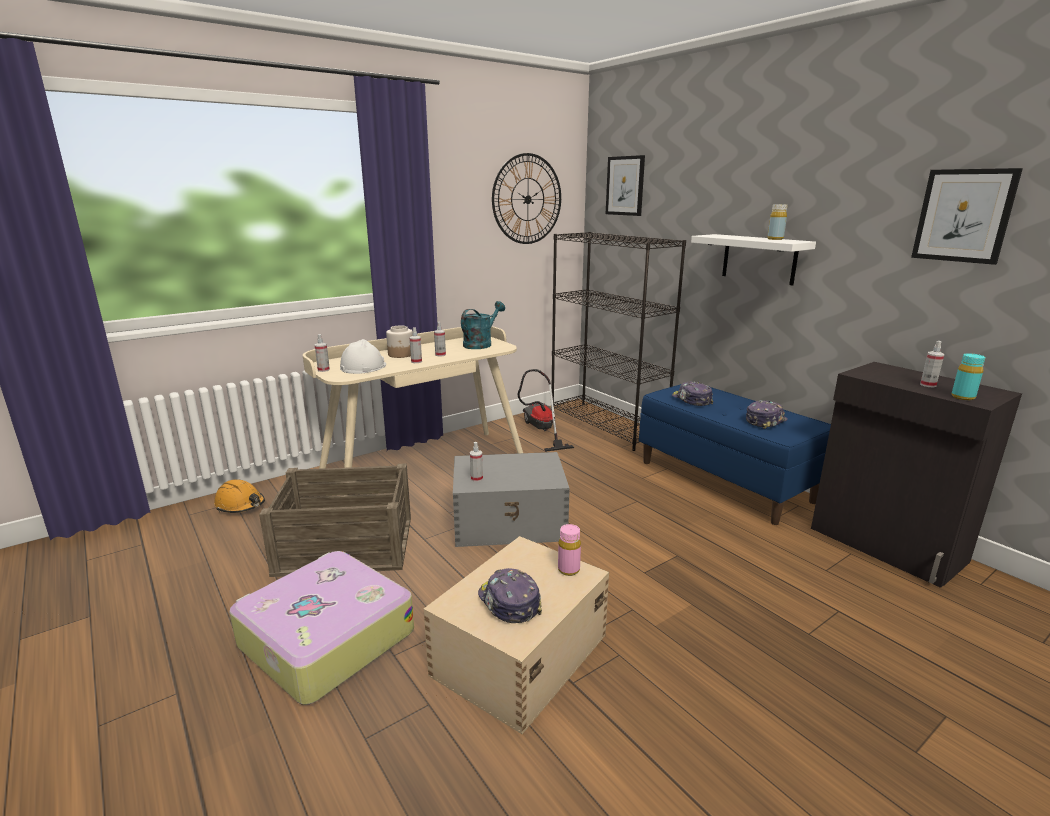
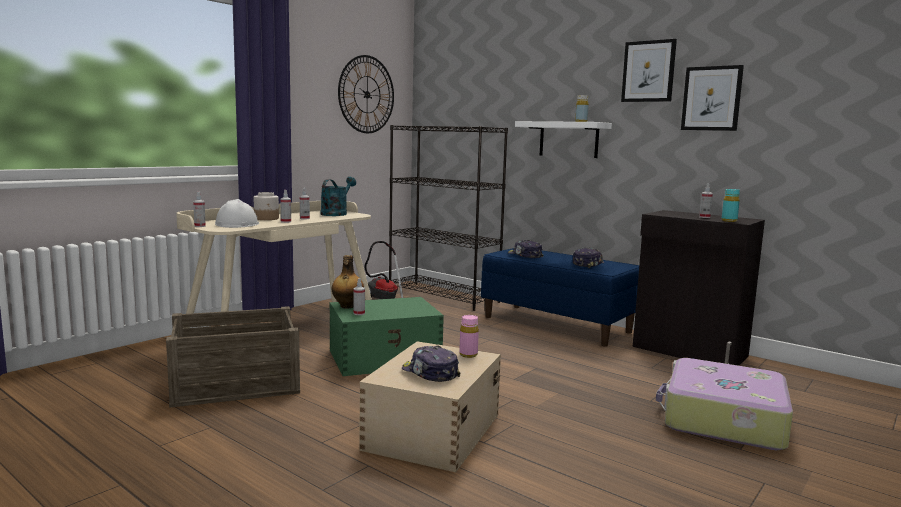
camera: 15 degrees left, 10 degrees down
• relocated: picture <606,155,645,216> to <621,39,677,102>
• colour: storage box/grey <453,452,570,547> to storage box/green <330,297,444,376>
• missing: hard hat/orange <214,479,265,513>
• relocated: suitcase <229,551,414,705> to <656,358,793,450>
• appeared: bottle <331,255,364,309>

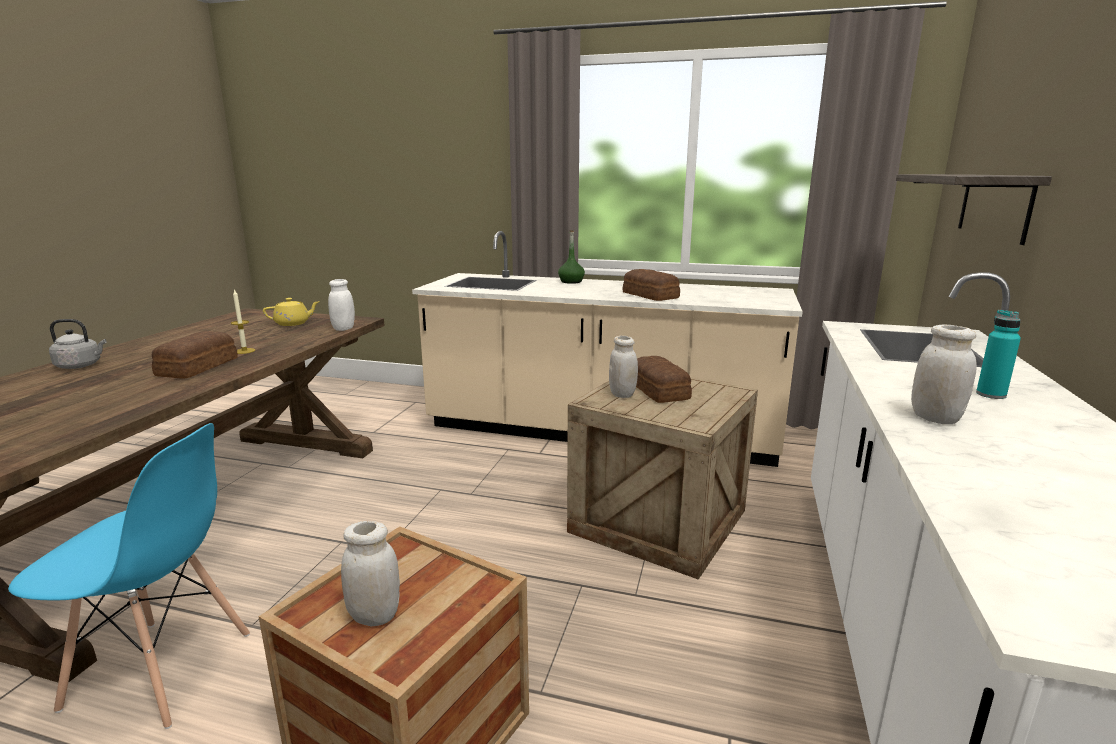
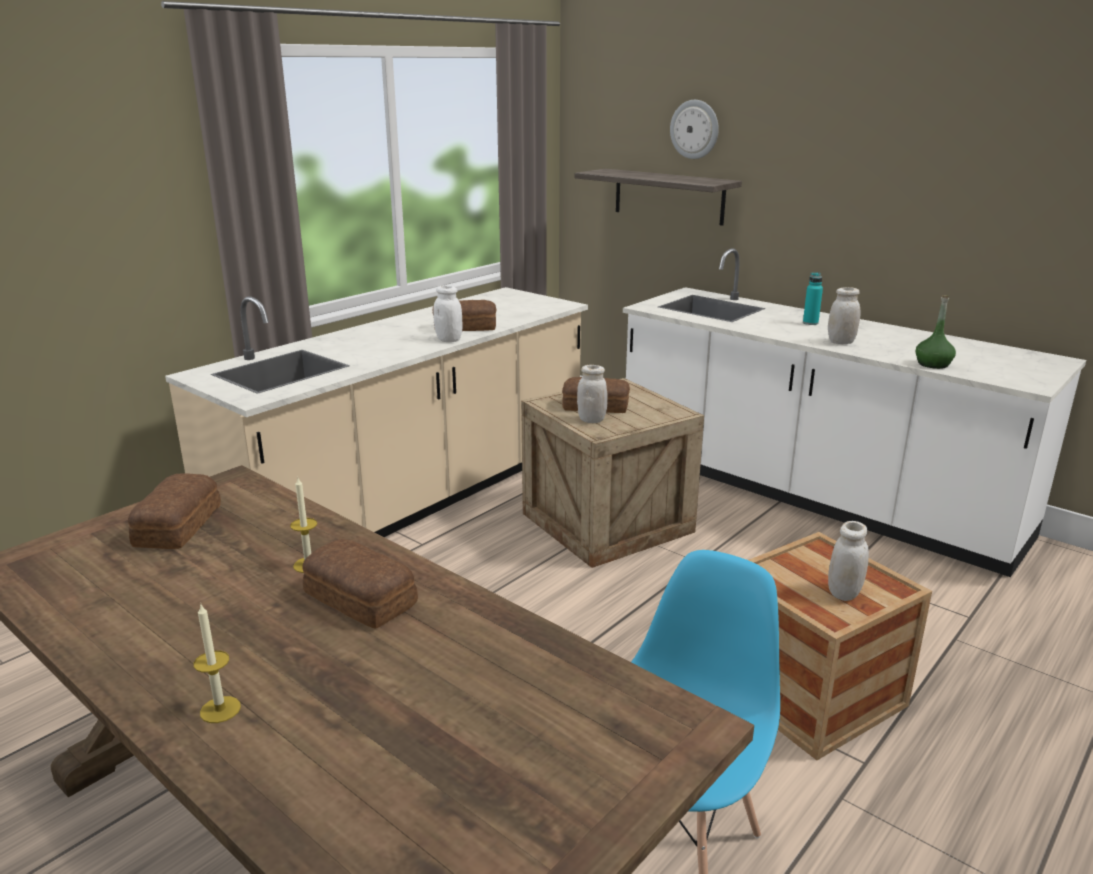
camera: 65 degrees left, 5 degrees up
• relocated: bottle/green <558,230,585,284> to <916,295,956,369>
• relocated: jar/white <328,279,355,331> to <433,285,462,342>
• exchanged: teapot/yellow <263,298,320,326> to bread <128,473,221,549>
• exchanged: kettle/grey <49,319,106,369> to candle <194,605,241,723>
• appeared: wall clock <670,100,719,159>

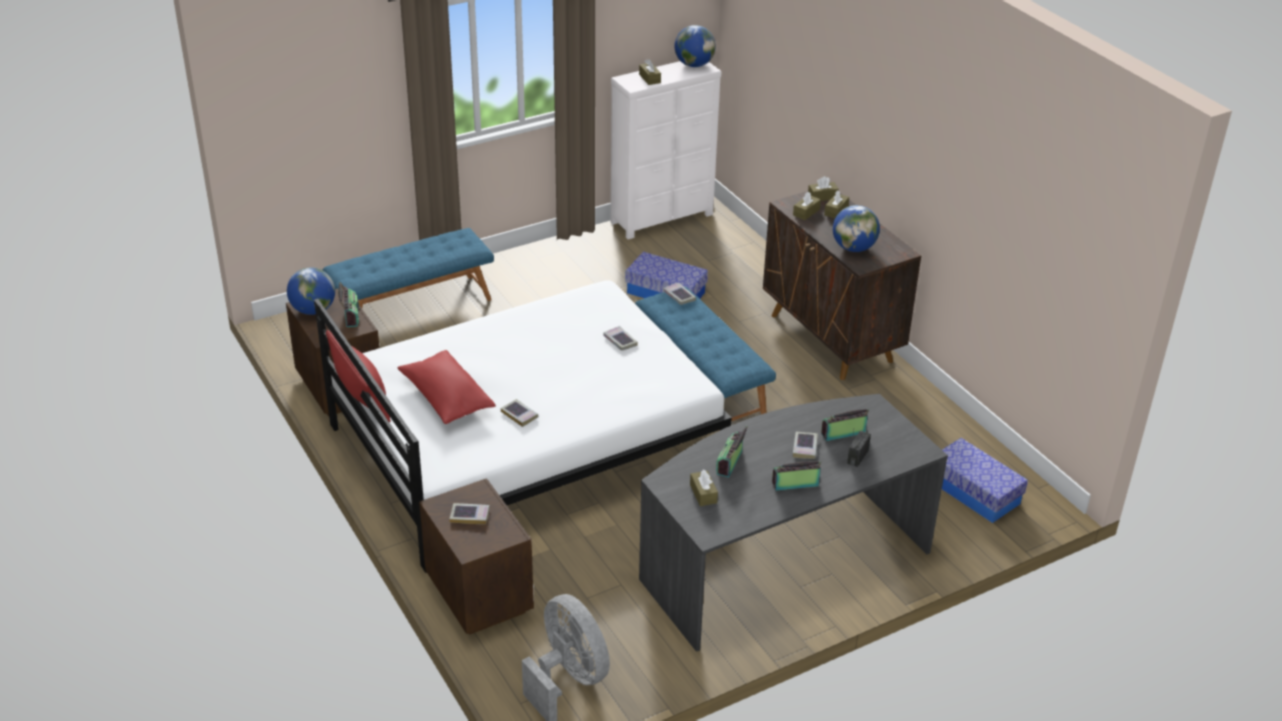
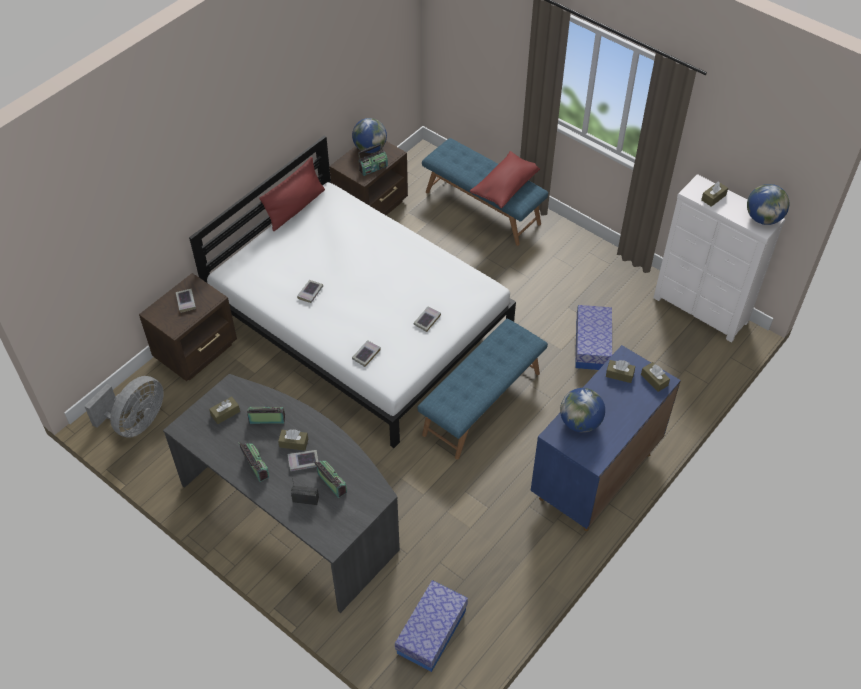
camera: 70 degrees right, 15 degrees up
• relocated: tissue box/brown <824,190,849,218> to <278,429,308,451>
• colour: cabinet/brown <763,191,921,380> to cabinet/blue <530,345,681,531>
• relocated: book <663,282,696,305> to <352,340,381,367>
• relocated: pillow/red <397,350,496,424> to <470,151,540,209>

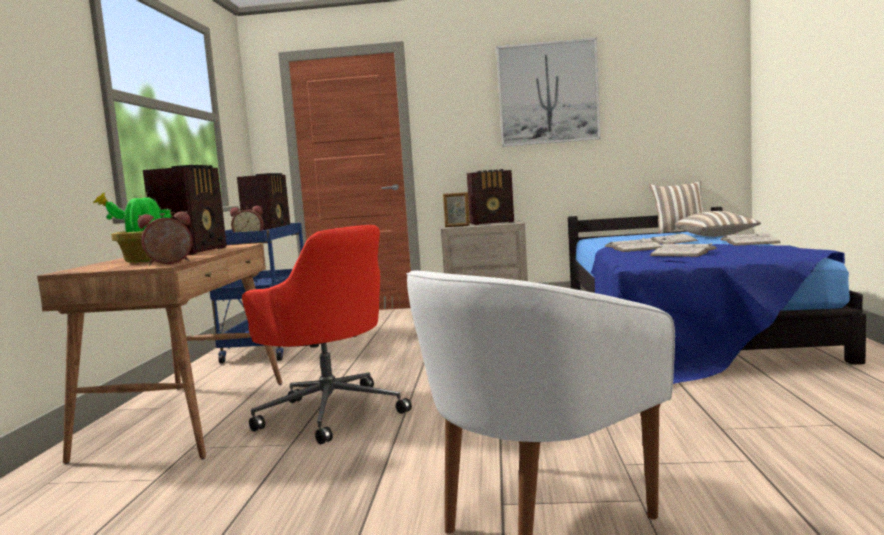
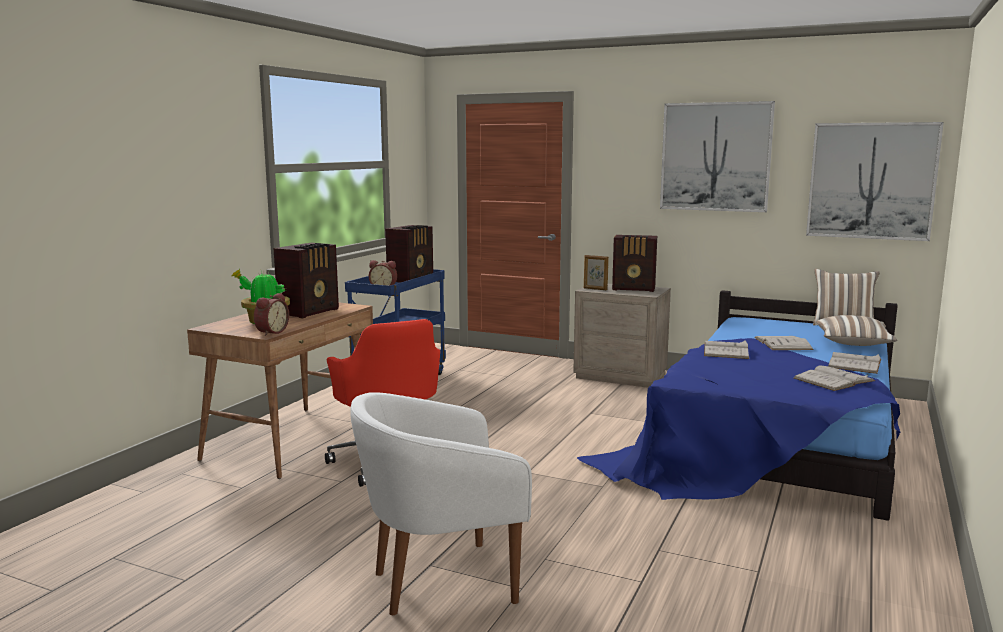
camera: 20 degrees right, 5 degrees up
• spun: alarm clock <138,211,192,265> = <254,293,289,336> 120 degrees clockwise
• relocated: book/white <650,242,717,257> to <794,366,875,391>
• appeared: picture <806,122,944,241>

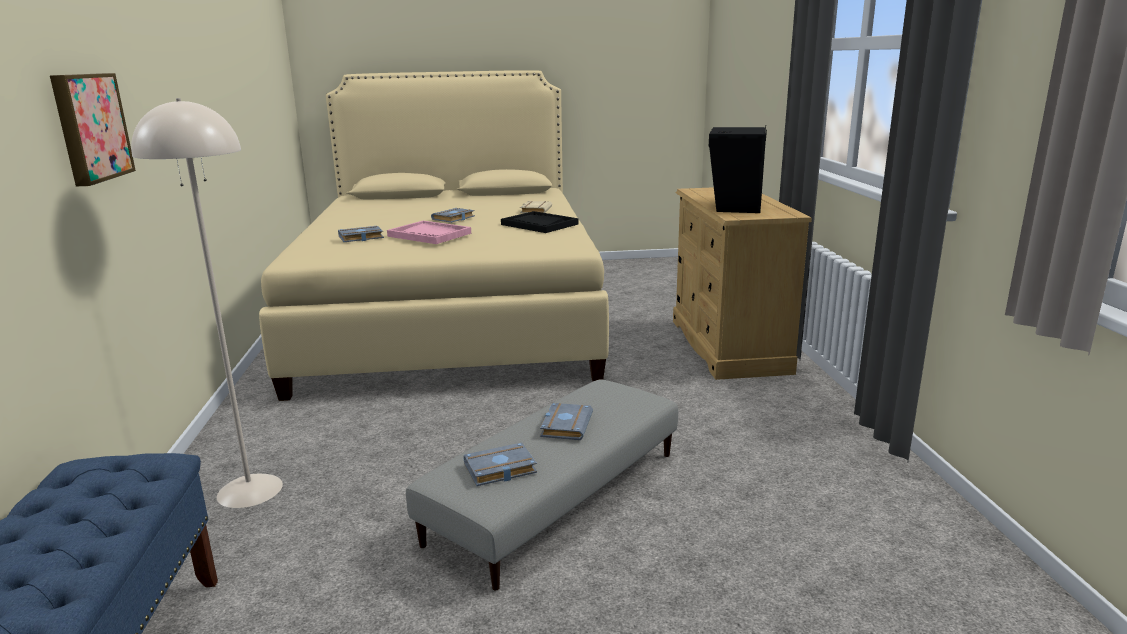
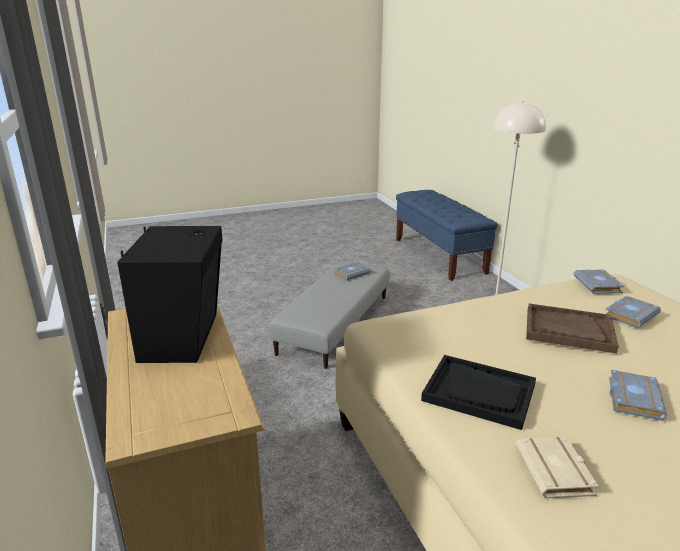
camera: 165 degrees right, 5 degrees up
• missing: picture <50,73,136,186>
• colour: tray/pink <387,221,471,244> to tray/brown <526,303,619,354>
• relocated: book/grey <540,403,593,440> to <574,269,624,294>

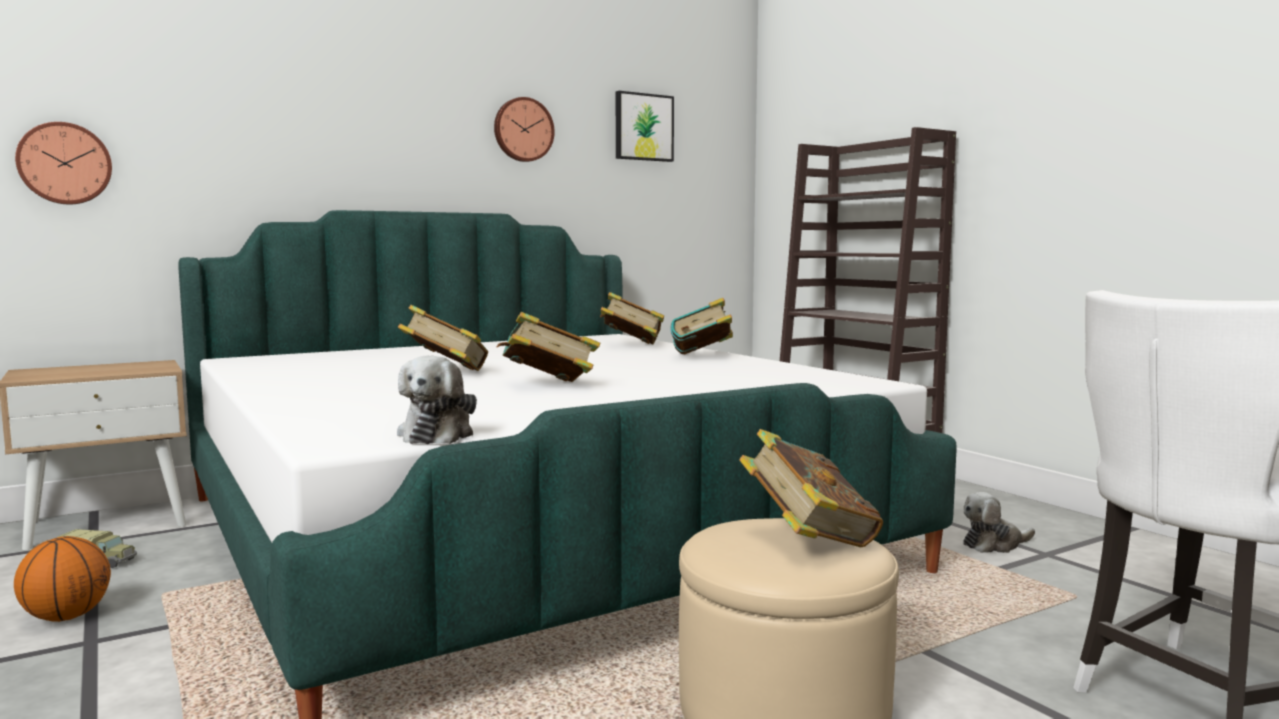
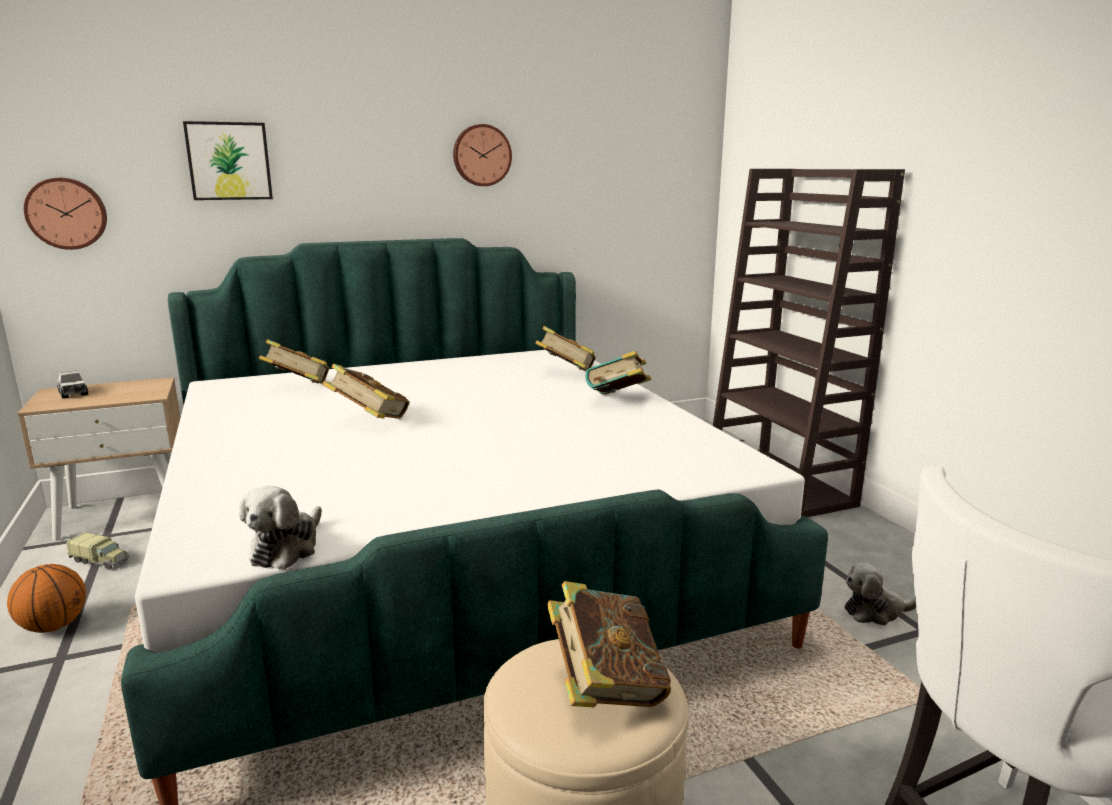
camera: 10 degrees right, 10 degrees up
• relocated: picture <616,91,674,162> to <183,121,273,200>
• relocated: book <496,312,600,382> to <259,339,329,384>
• appeared: toy truck <57,370,89,399>

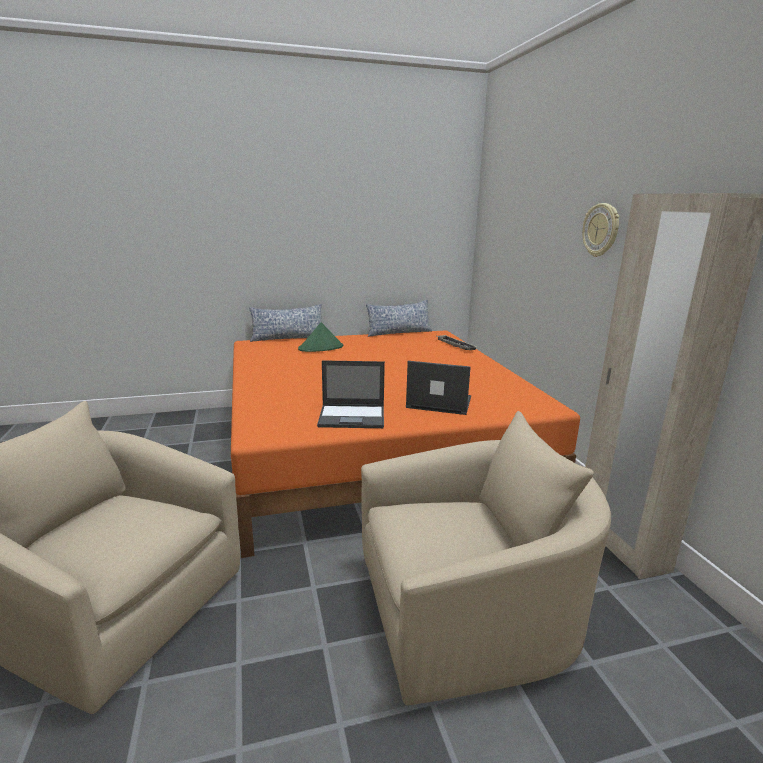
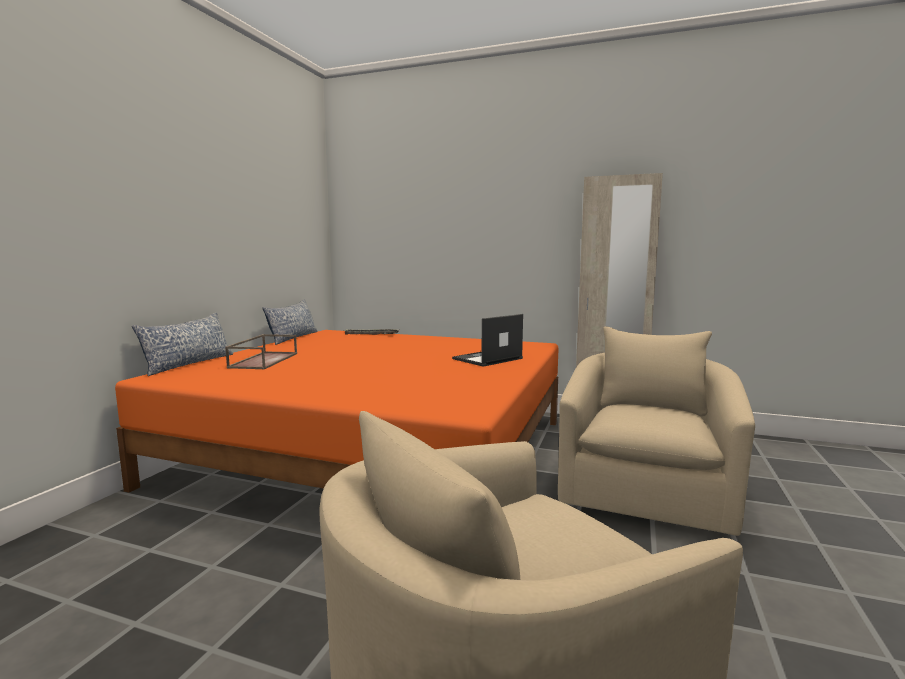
camera: 55 degrees left, 10 degrees down
• missing: wall clock <582,203,619,257>
• exchanged: hat/green <298,322,343,352> to tray/brown <225,334,297,369>
• missing: laptop <317,360,385,428>

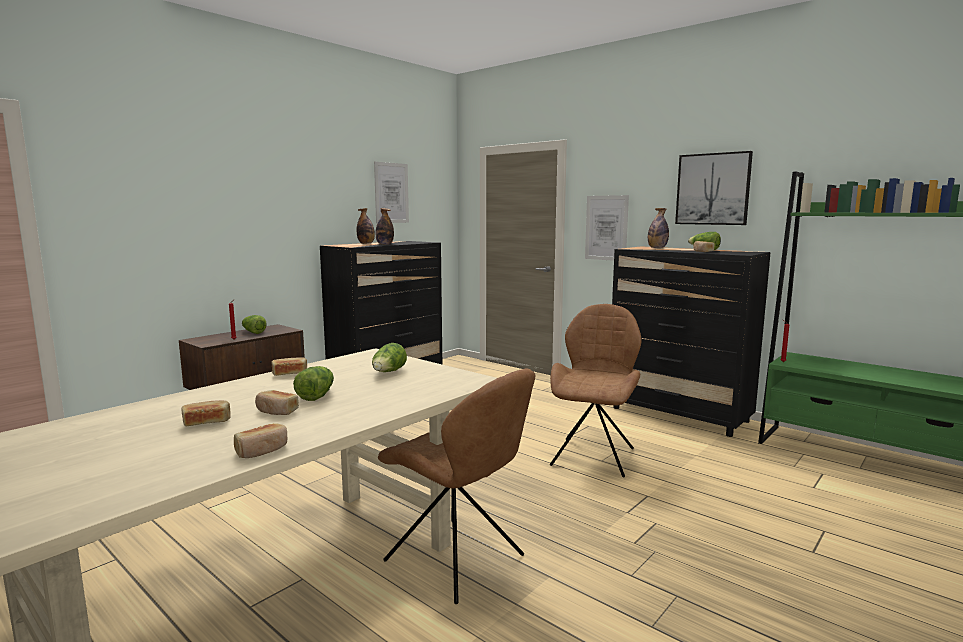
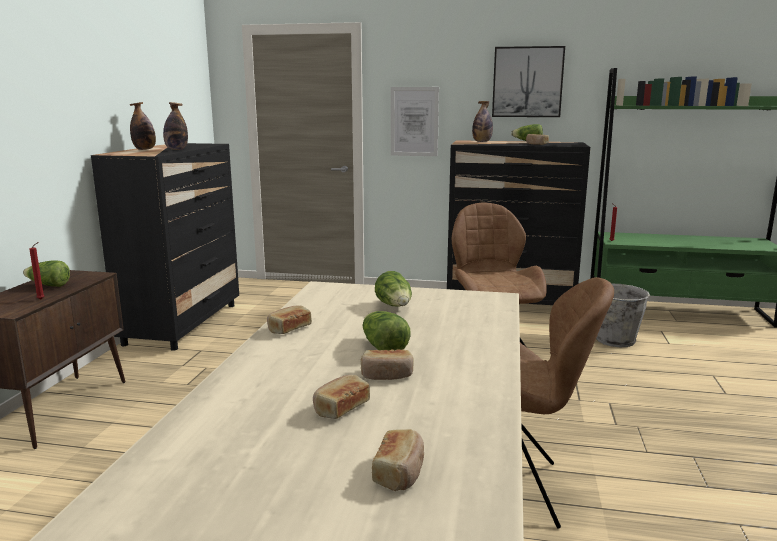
camera: 30 degrees left, 5 degrees up
• missing: picture <374,162,409,223>
• relocated: bread <234,423,287,458> to <372,429,424,491>
• appeared: bucket/grey <596,284,650,347>

